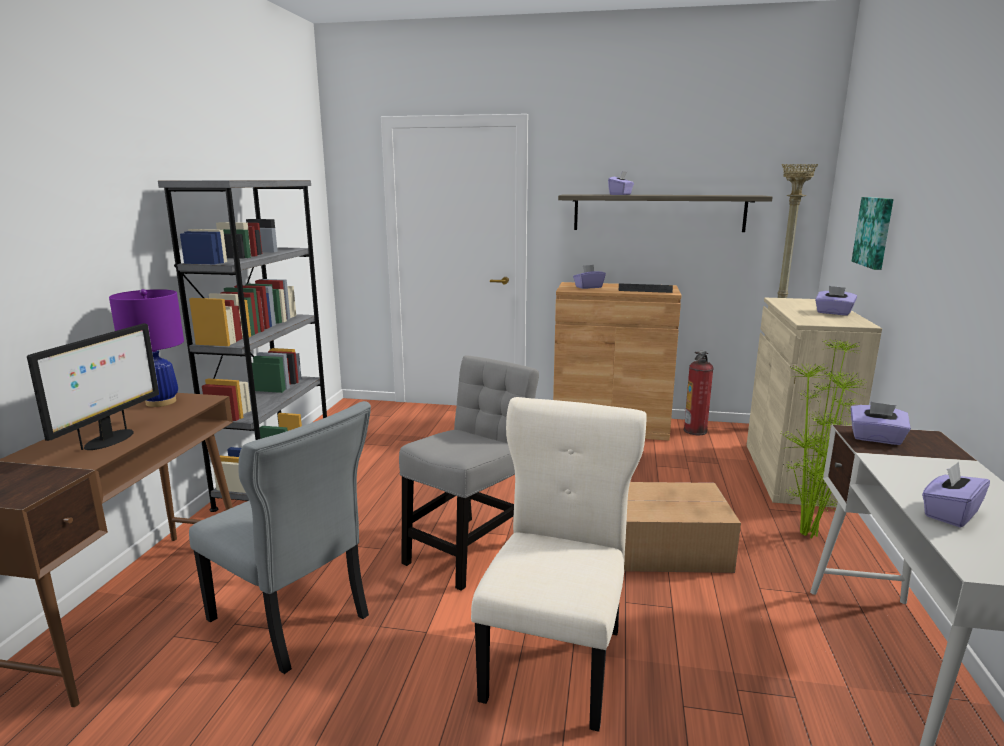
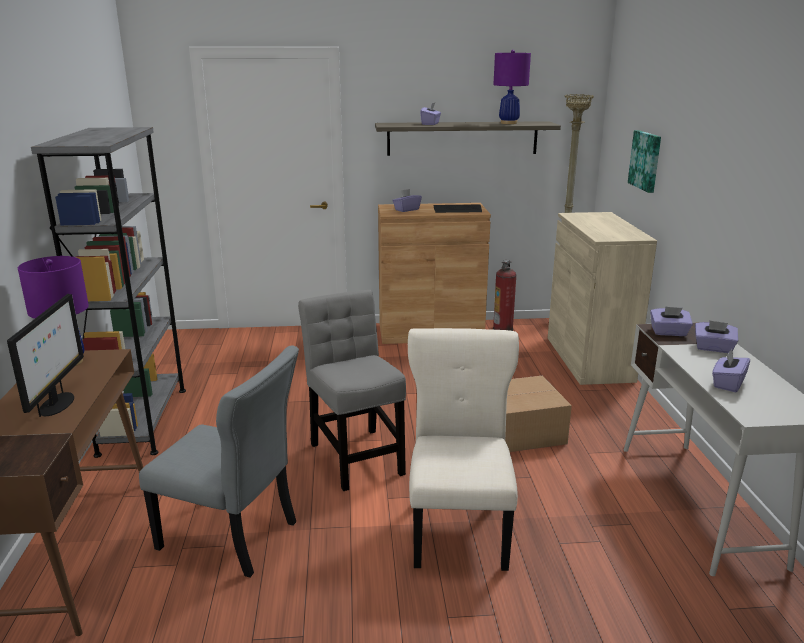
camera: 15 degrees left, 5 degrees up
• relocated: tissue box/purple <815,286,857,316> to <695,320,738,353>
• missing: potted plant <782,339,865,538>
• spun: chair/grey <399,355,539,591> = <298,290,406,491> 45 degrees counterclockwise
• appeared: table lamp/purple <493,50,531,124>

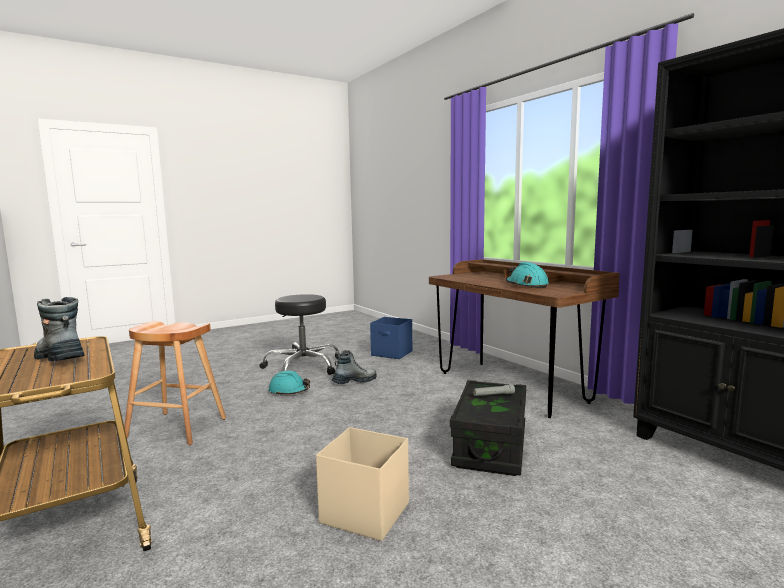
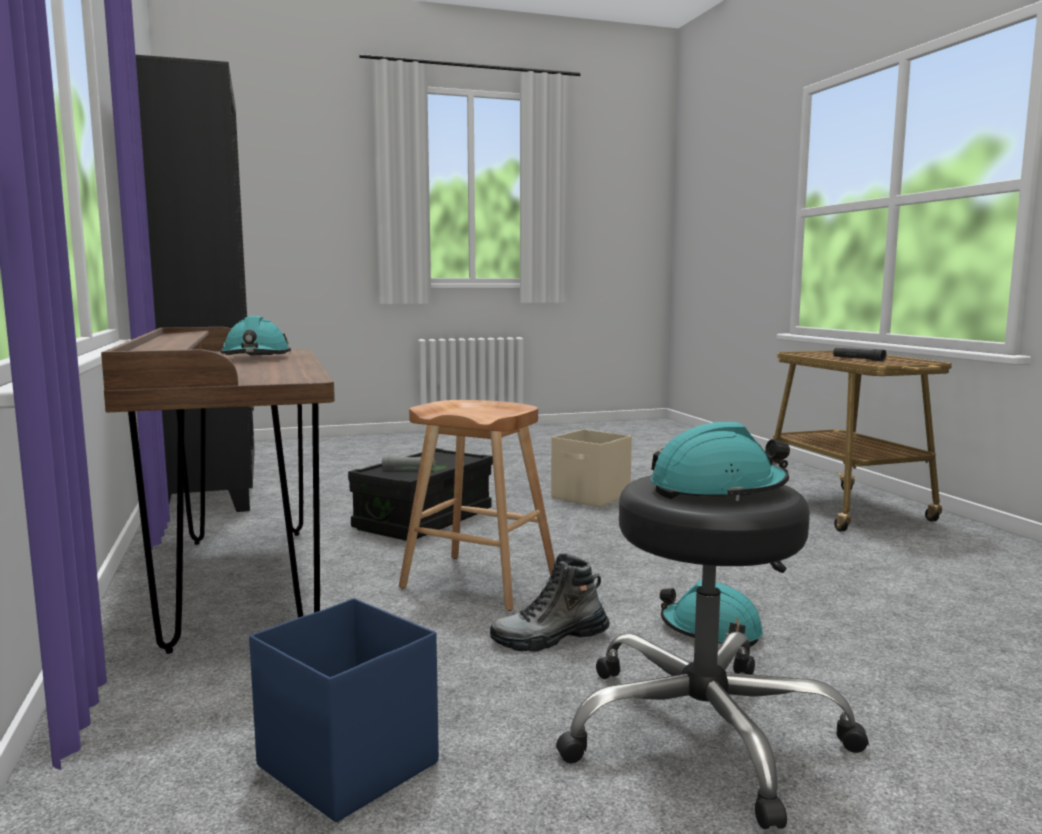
camera: 165 degrees left, 0 degrees up
• exchanged: boot <34,297,85,362> to flashlight/black <833,348,886,361>
• relocated: stool/brown <124,321,226,445> to <399,400,555,611>
• appeared: hard hat/turquoise <651,422,790,501>

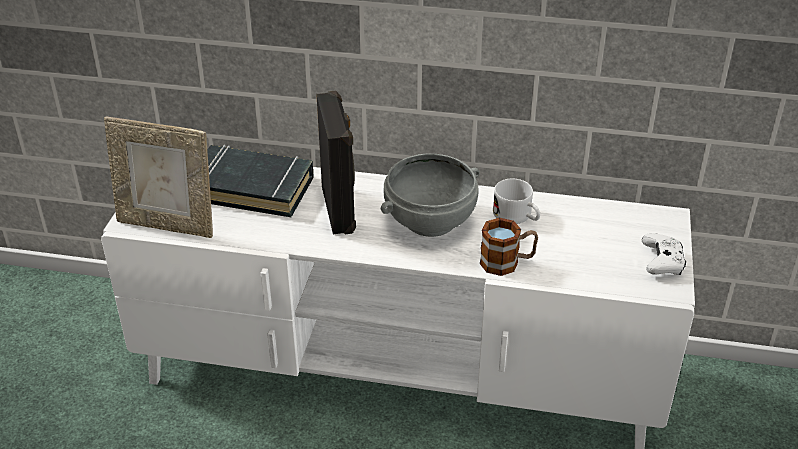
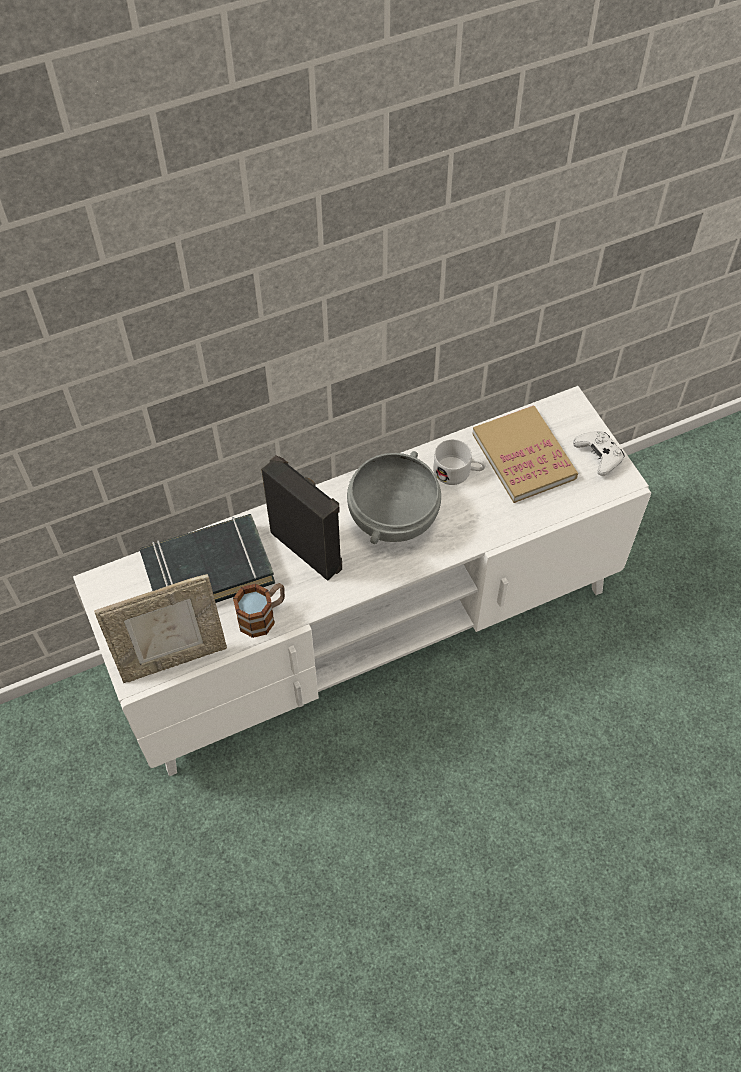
camera: 35 degrees left, 20 degrees up
• relocated: mug <480,218,538,276> to <233,583,285,638>
• appeared: book <472,405,578,503>

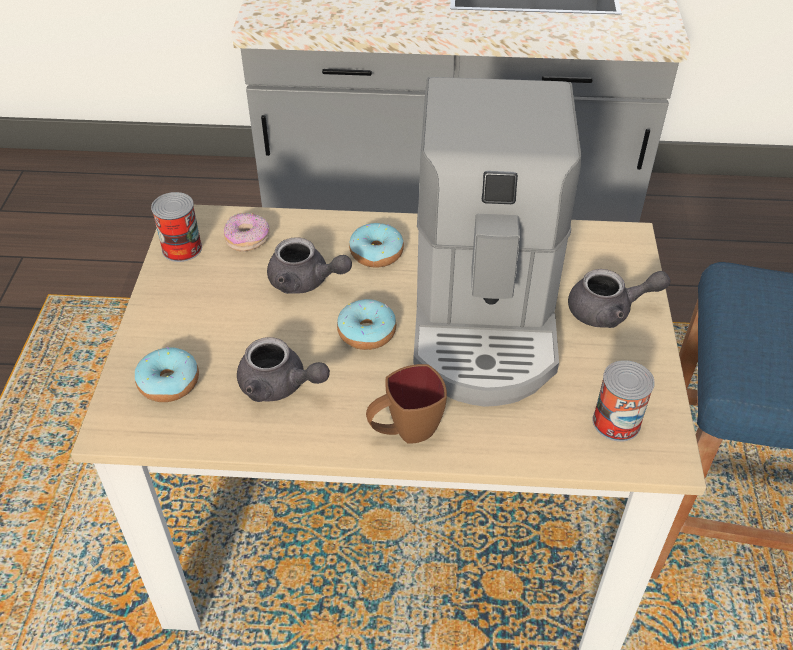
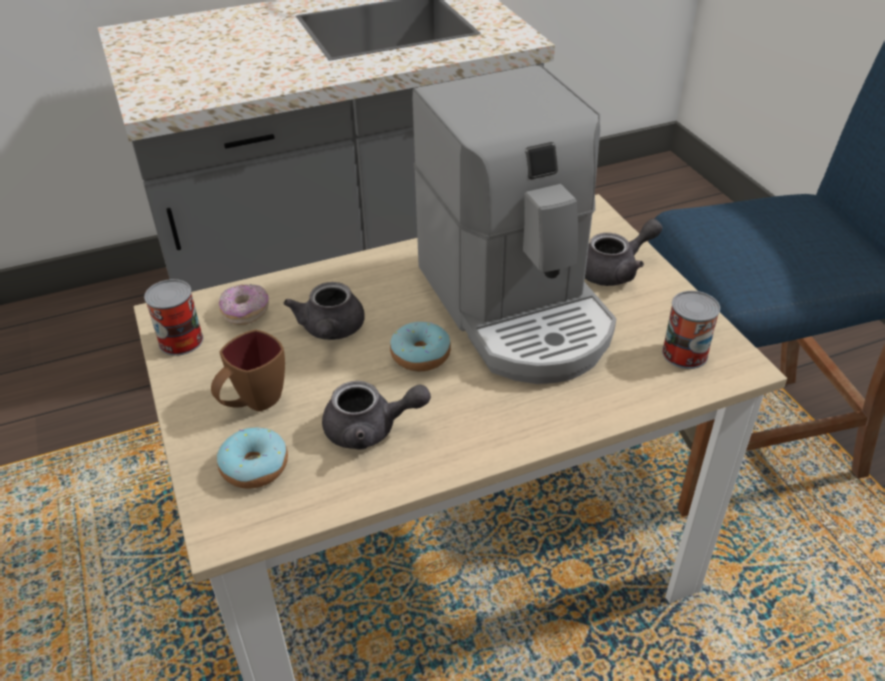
camera: 25 degrees left, 5 degrees down
• missing: donut <349,223,404,268>
• spun: teapot/grey <267,237,352,294> = <284,282,365,340> 90 degrees clockwise
• relocated: mug/brown <366,364,447,443> to <211,330,285,412>

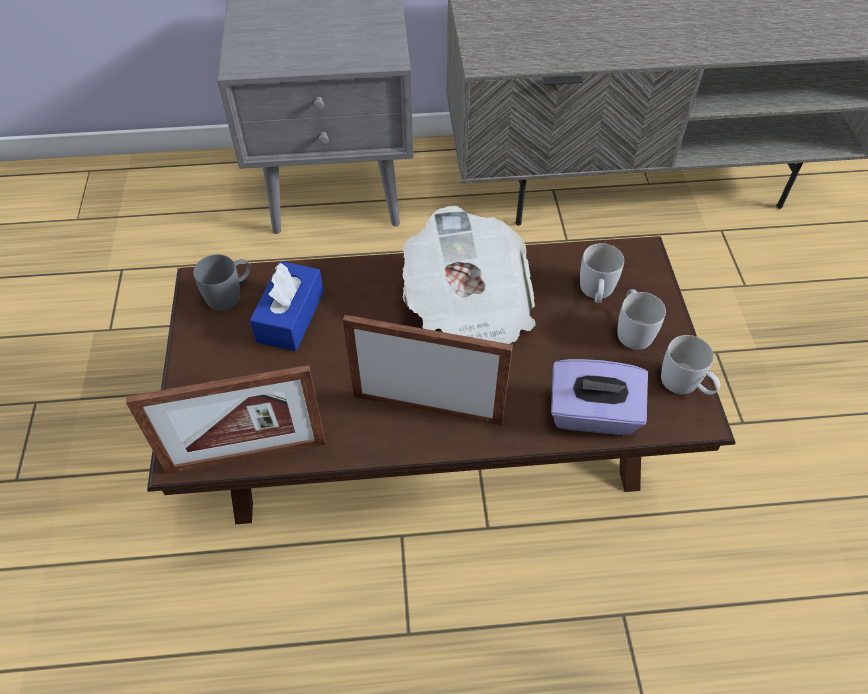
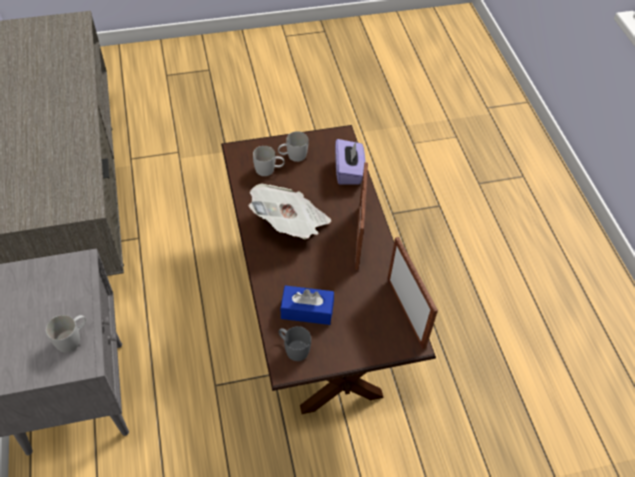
camera: 100 degrees left, 0 degrees up
• relocated: mug/white <661,335,720,395> to <46,315,86,353>

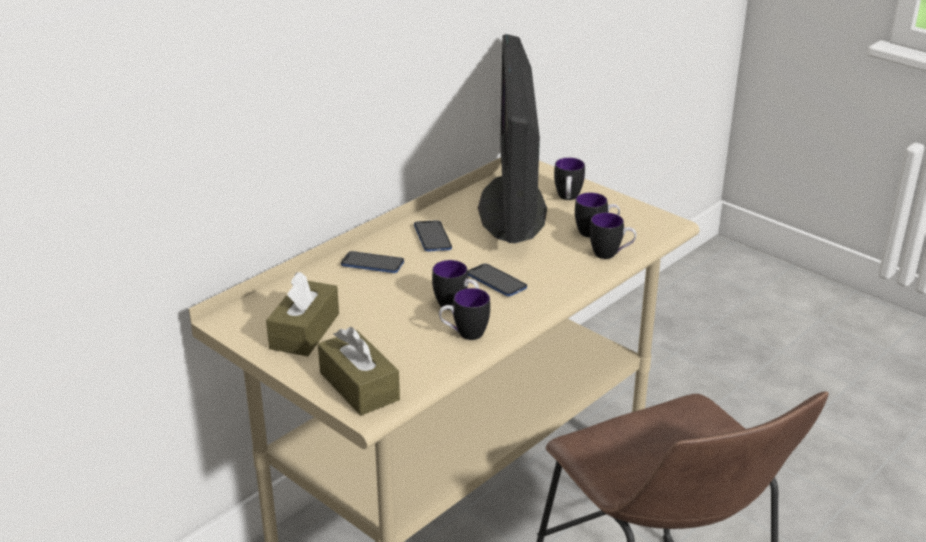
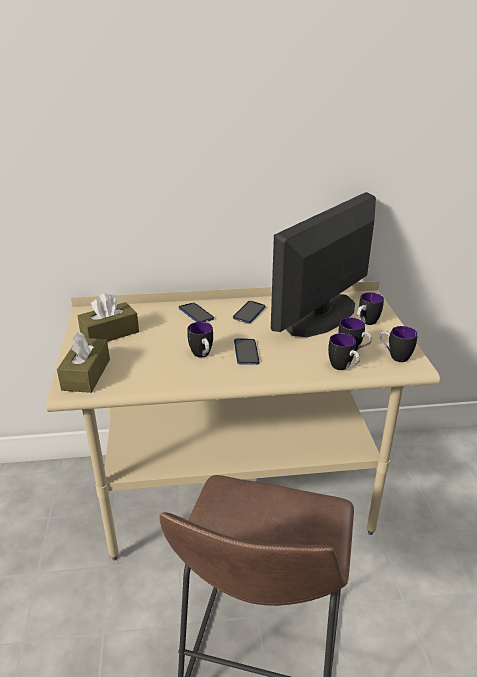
camera: 40 degrees right, 0 degrees up
• relocated: mug <439,288,490,340> to <379,326,418,362>

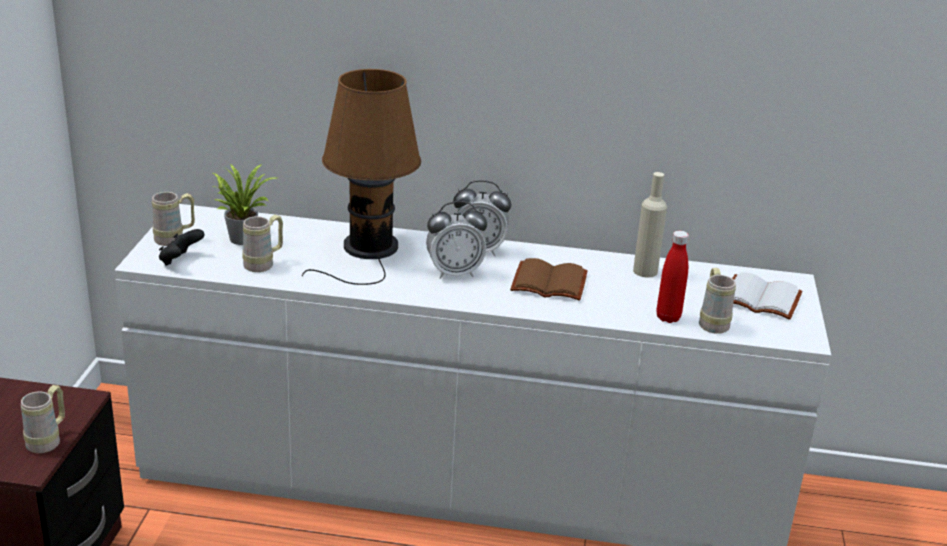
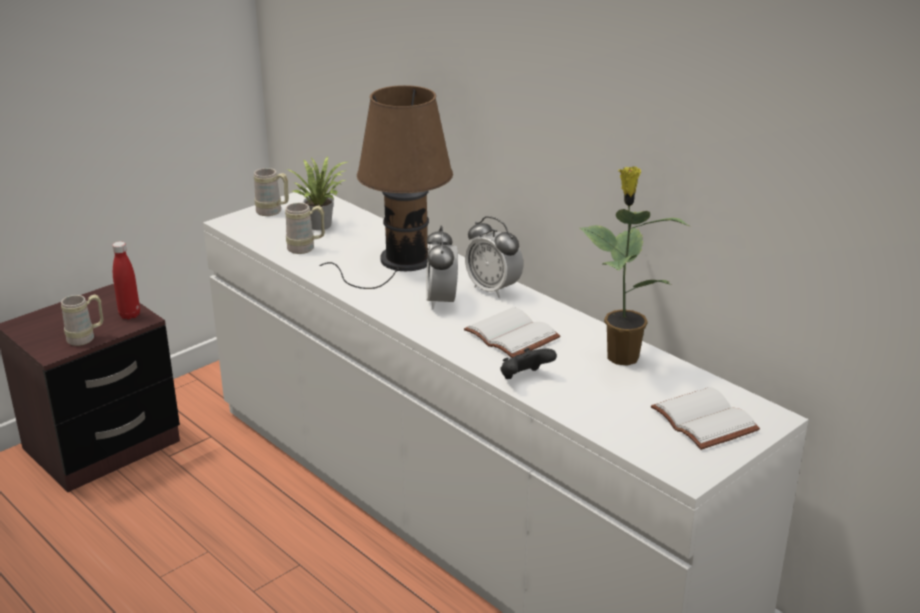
camera: 40 degrees right, 0 degrees up
• exchanged: bottle/beige <633,172,667,278> to potted plant <580,167,689,366>
• spun: alarm clock <426,201,487,279> = <426,226,458,310> 60 degrees clockwise
• relocated: game controller/black <159,229,204,266> to <500,348,557,379>
• relocated: bottle/red <656,231,689,323> to <112,241,140,319>
• colour: book/brown <510,258,588,301> to book/white <464,307,560,358>
• missing: mug/beige <699,268,736,334>

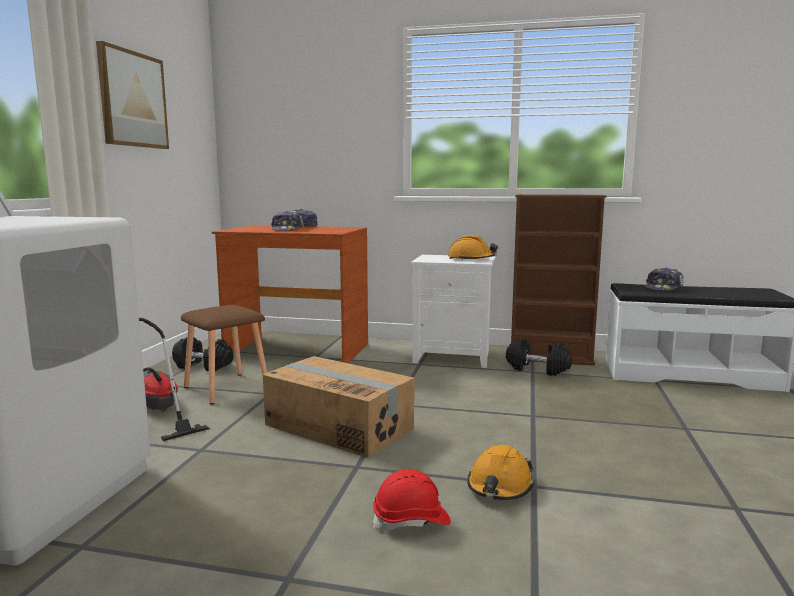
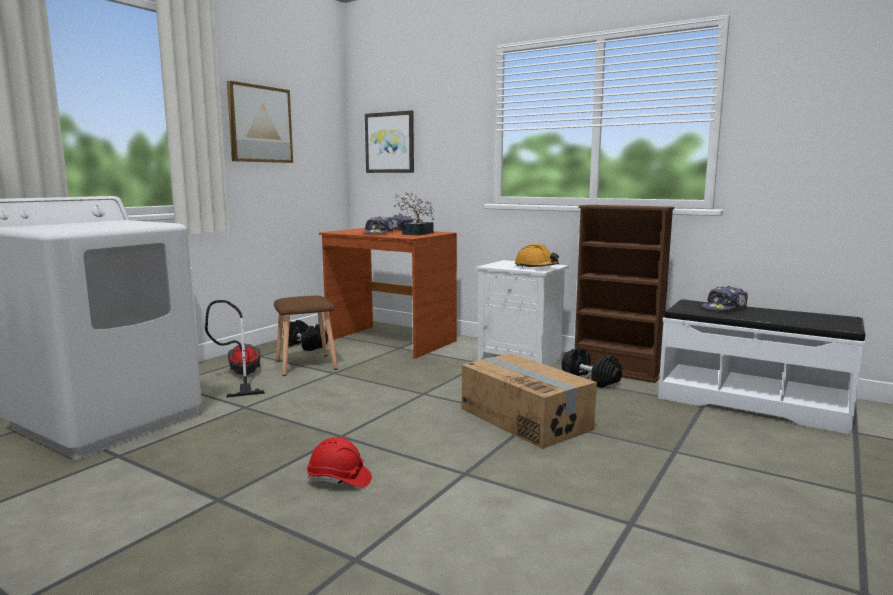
camera: 20 degrees right, 0 degrees up
• relocated: cardboard box <263,356,415,458> to <462,353,597,449>
• missing: hard hat/orange <467,445,534,500>
• appeared: picture <365,110,414,173>
• appeared: potted plant <394,192,434,236>

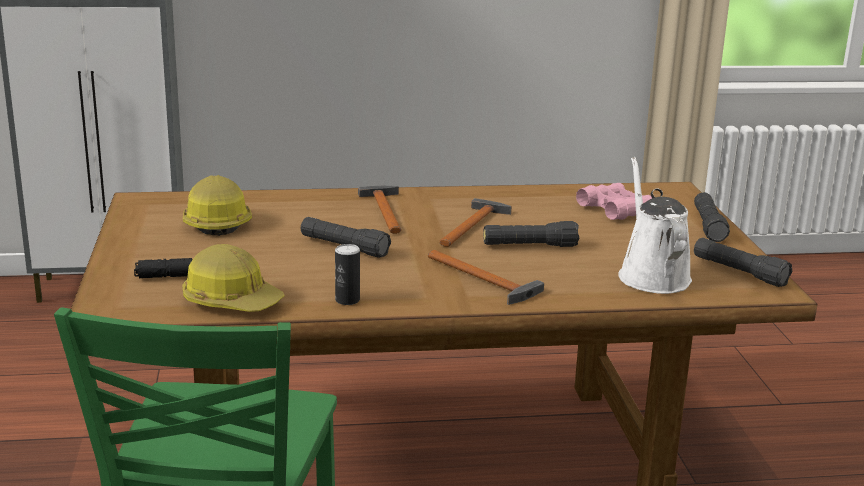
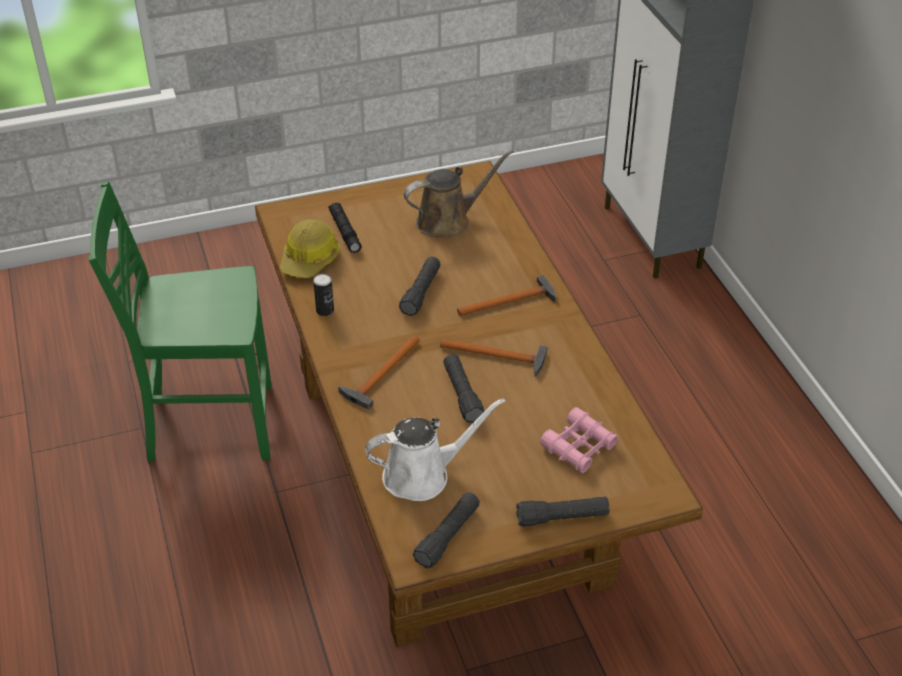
camera: 80 degrees right, 20 degrees up
• exchanged: hard hat <183,175,252,236> to watering can/brown <404,150,513,238>

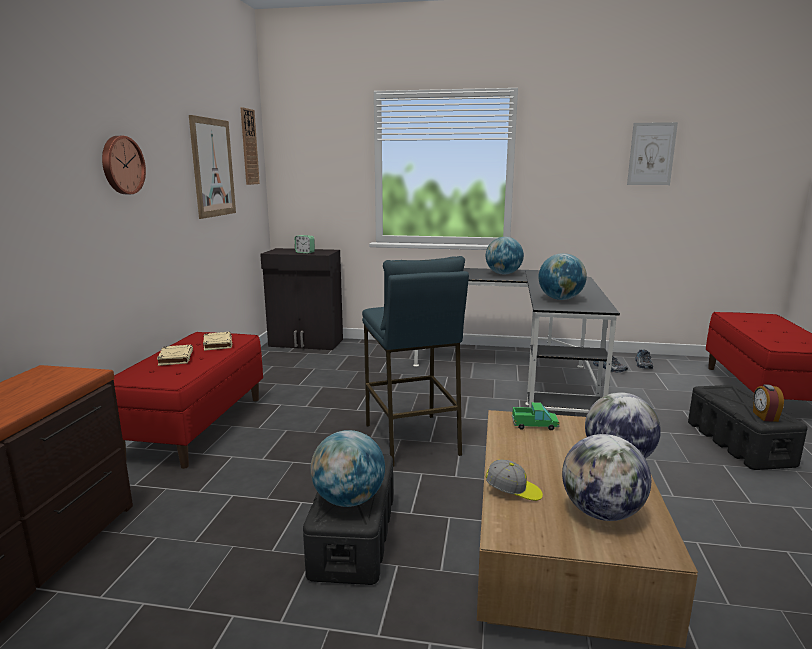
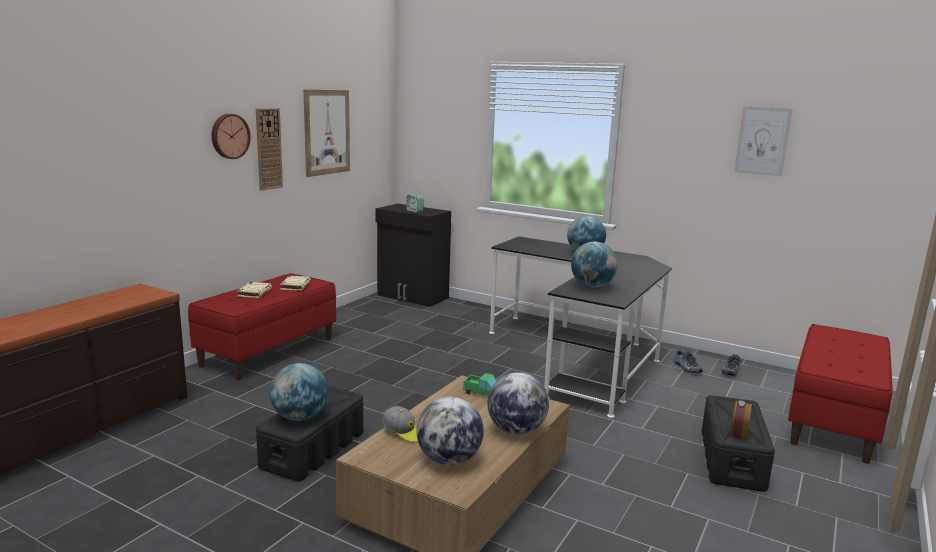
camera: 20 degrees right, 0 degrees up
• relocated: wall clock <240,107,260,185> to <256,108,283,191>
• missing: stool/blue <362,256,469,467>

